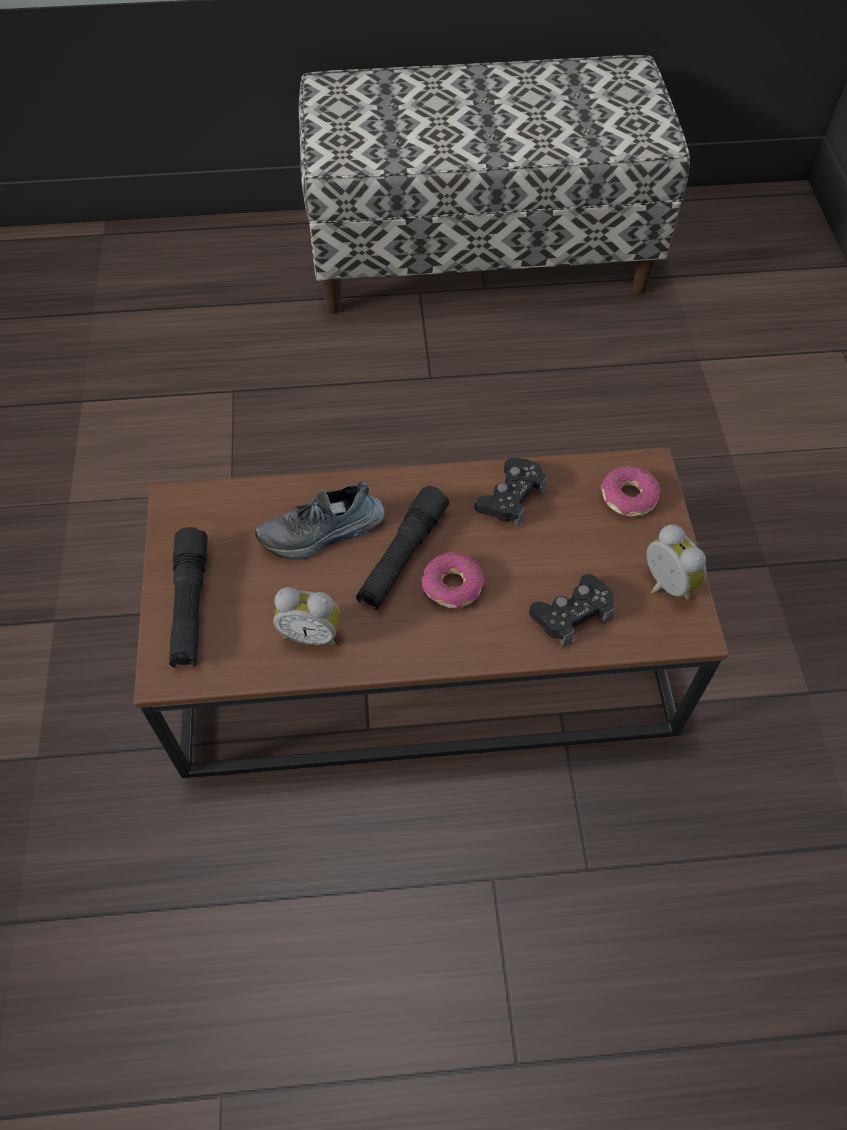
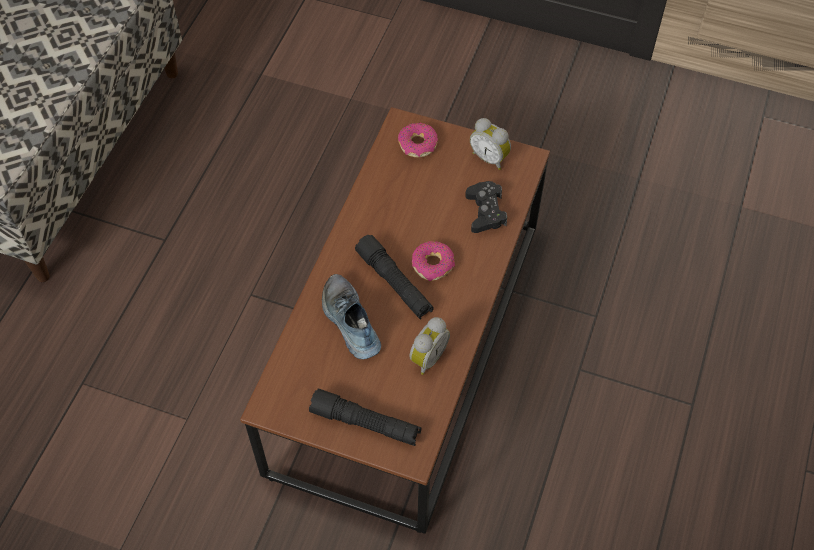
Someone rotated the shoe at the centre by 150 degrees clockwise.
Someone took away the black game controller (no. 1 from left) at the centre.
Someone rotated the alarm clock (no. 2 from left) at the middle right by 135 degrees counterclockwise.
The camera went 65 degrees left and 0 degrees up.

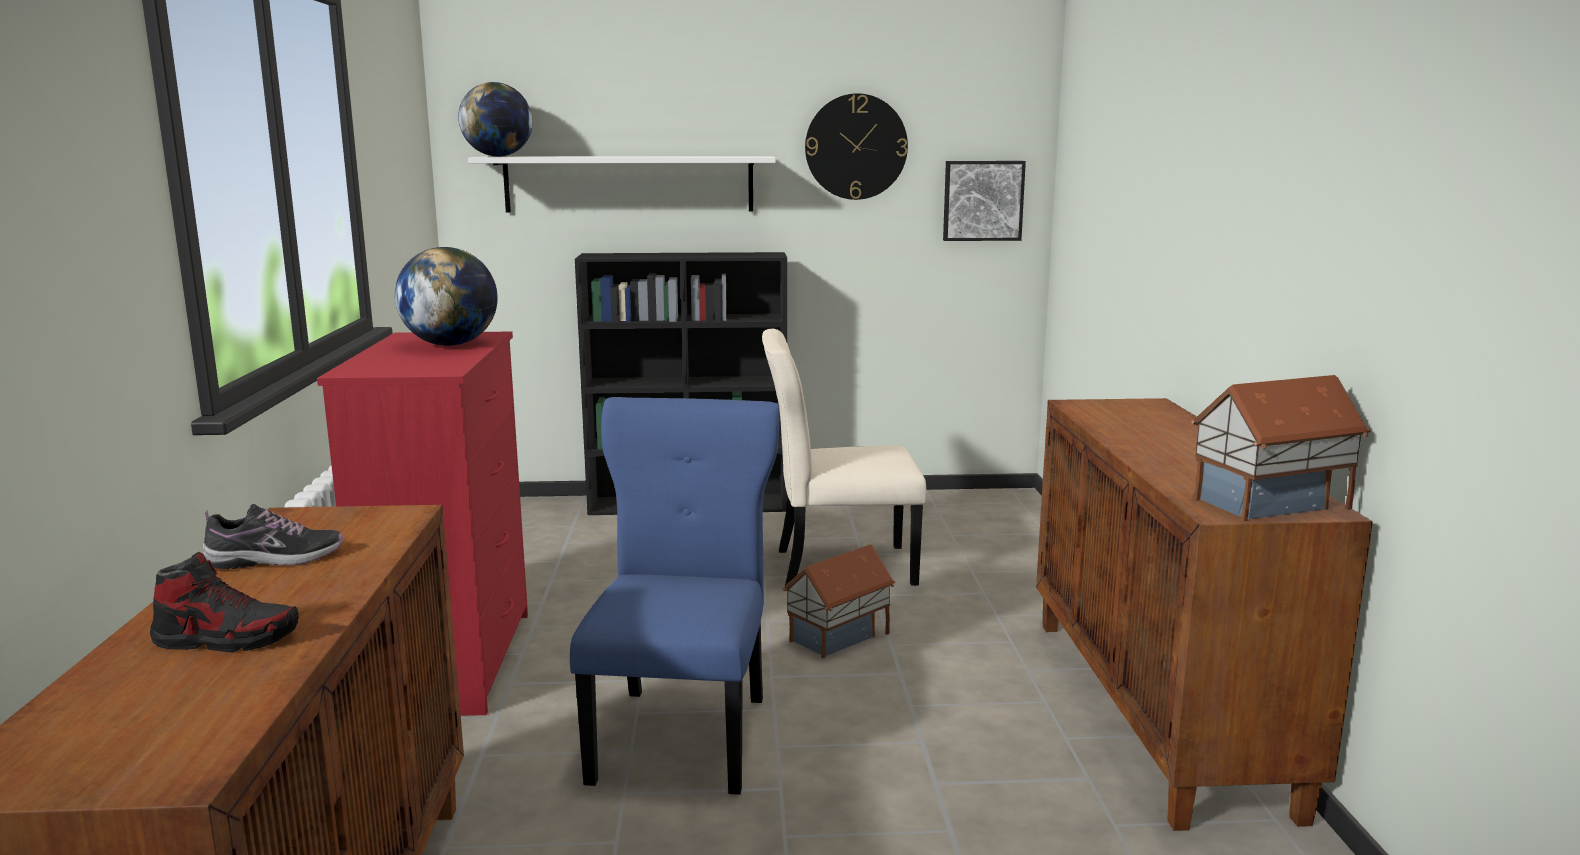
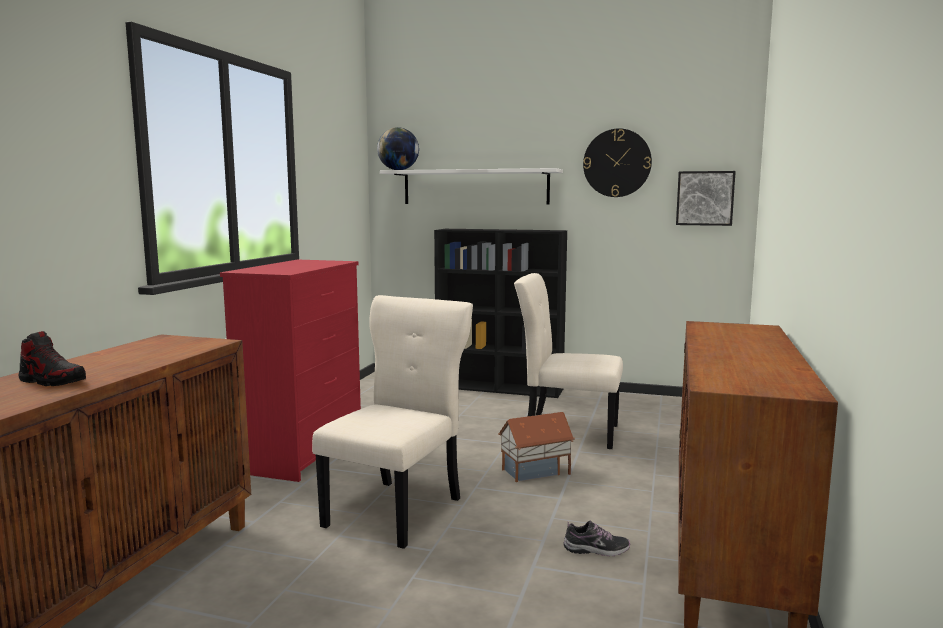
Someone carried the shoe (no. 2 from left) from the middle left to the bottom centre.
Someone took away the globe (no. 1 from left) at the middle left.
Someone repainted the blue chair at the bottom centre, which became the beige chair (no. 1 from left) at the bottom centre.
Someone took away the toy house (no. 2 from left) at the middle right.
The camera went 20 degrees right and 5 degrees down.

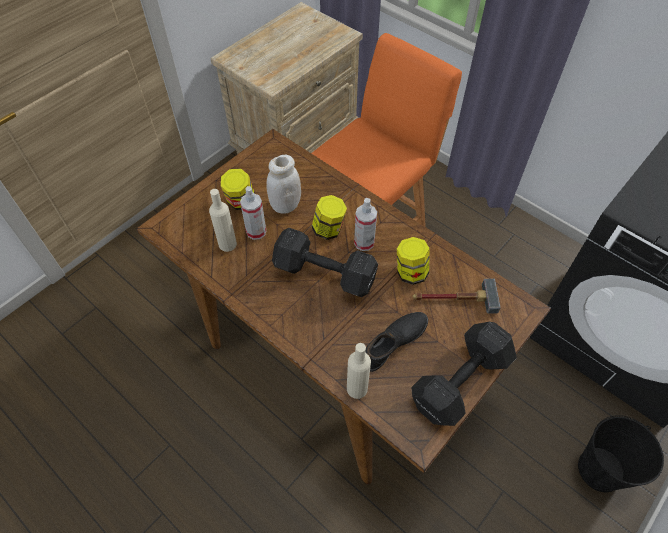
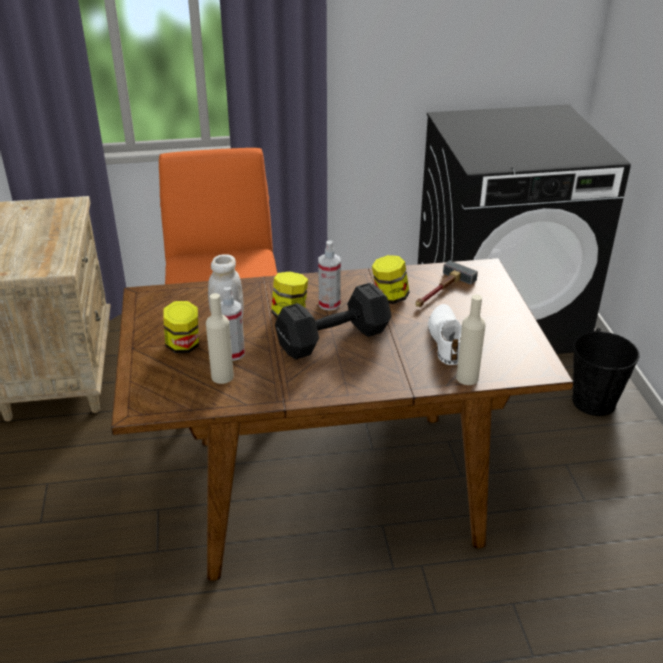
Someone repainted the black shoe at the centre, which became the white shoe at the middle right.
Someone took away the black dumbbell (no. 2 from left) at the bottom right.
The camera went 50 degrees left and 20 degrees down.

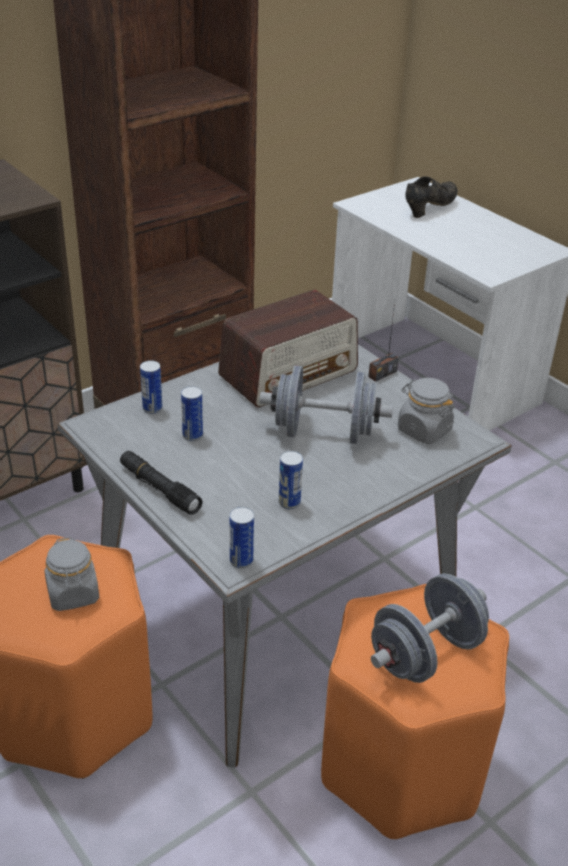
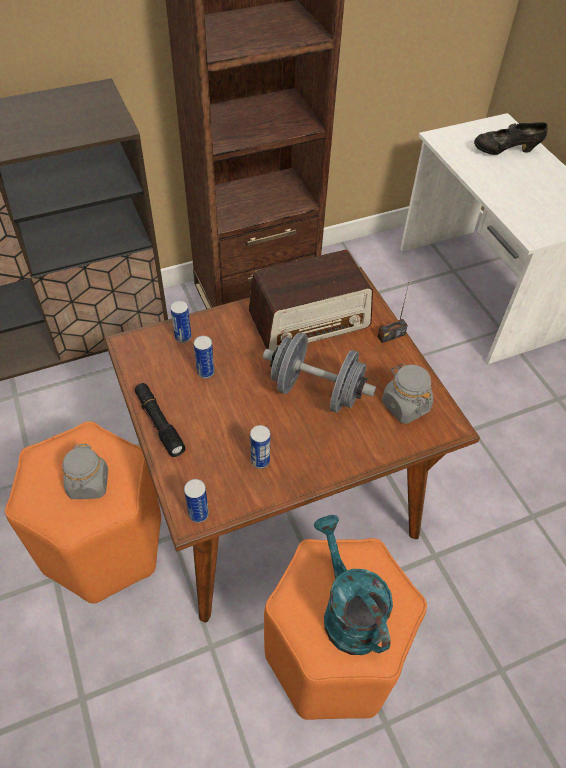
Someone repainted the grey dining table at the centre, which became the brown dining table at the centre.
Someone swapped the grey dumbbell (no. 2 from left) at the bottom right for the turquoise watering can at the bottom centre.
Someone rotated the black shoe at the top right by 150 degrees counterclockwise.
The camera went 15 degrees right and 15 degrees up.

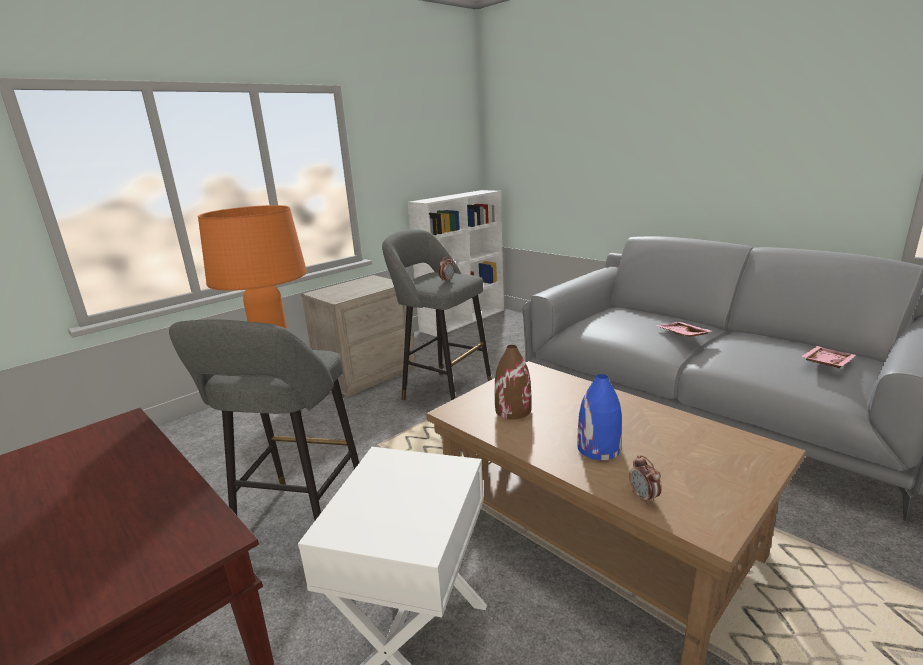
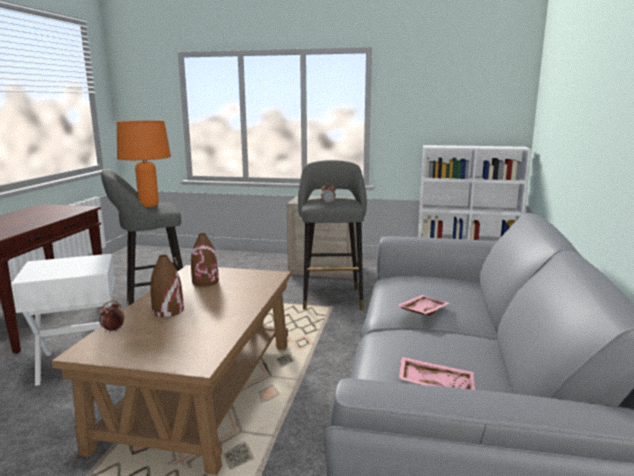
Someone repainted the blue vase at the centre, which became the brown vase (no. 1 from left) at the middle left.
The camera went 55 degrees right and 5 degrees down.

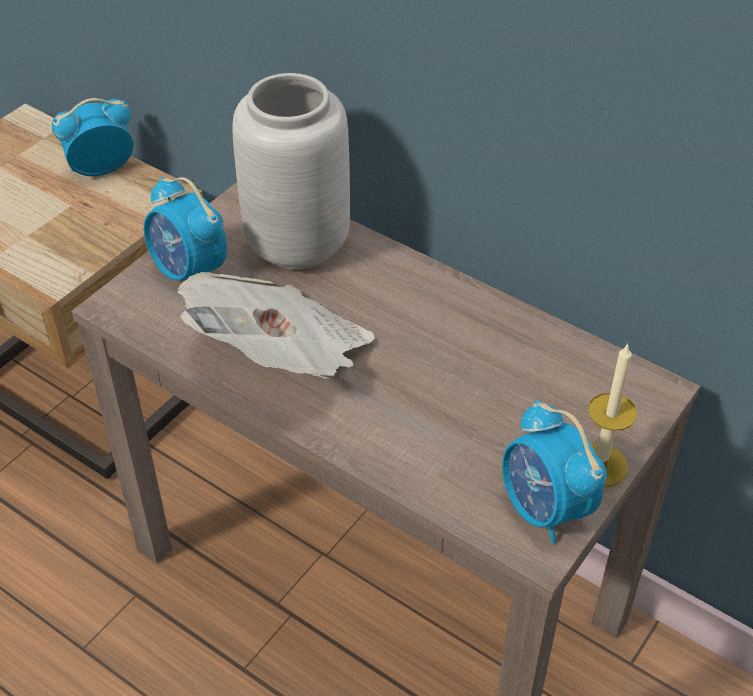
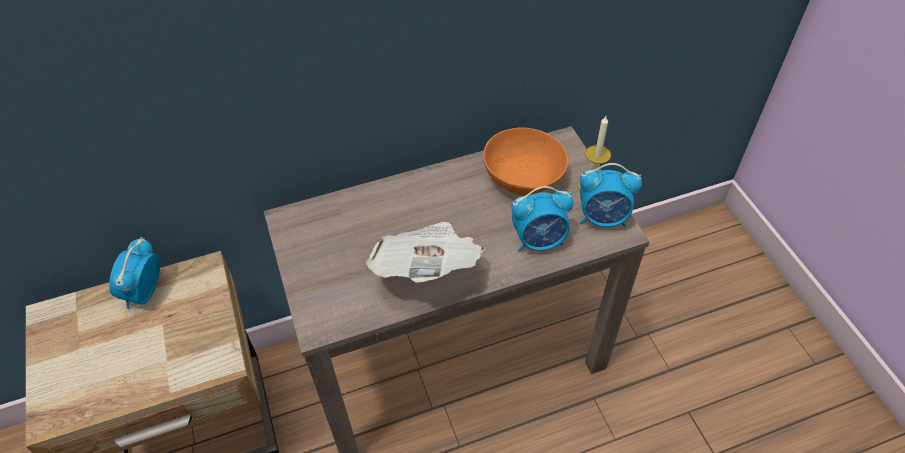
Someone carried the alarm clock (no. 2 from left) from the top left to the centre.
Someone took away the grey vase at the top centre.
Someone put down the orange bowl at the centre.
The camera went 55 degrees left and 5 degrees up.

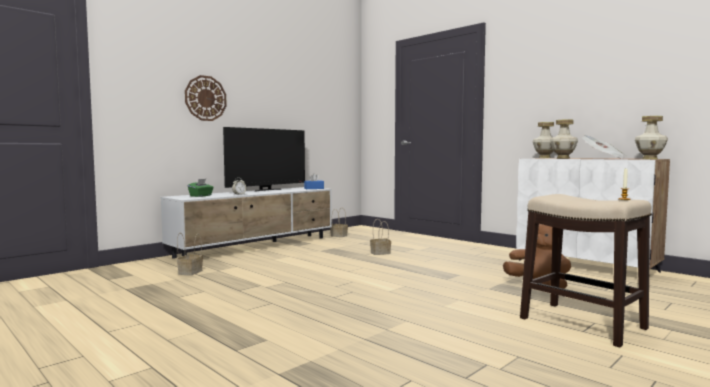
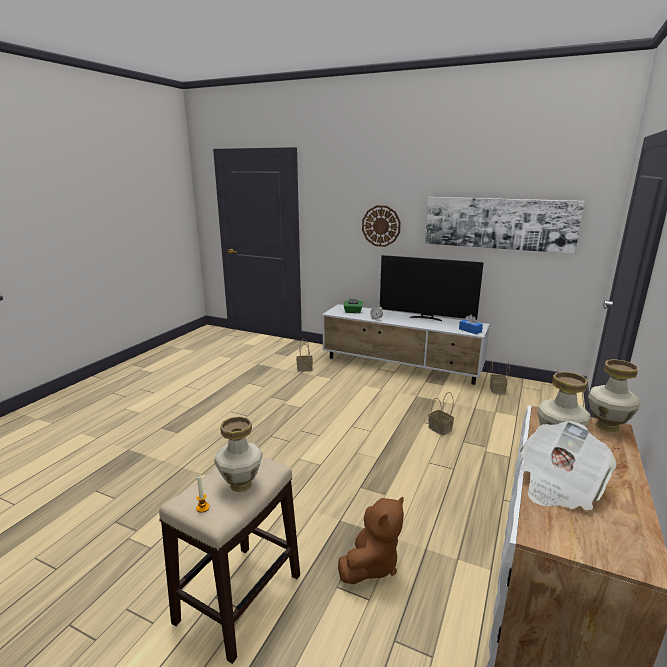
Someone carried the vase (no. 3 from left in the first image) from the middle right to the bottom centre.
Someone put up the picture at the middle right.
The camera went 70 degrees right and 15 degrees up.

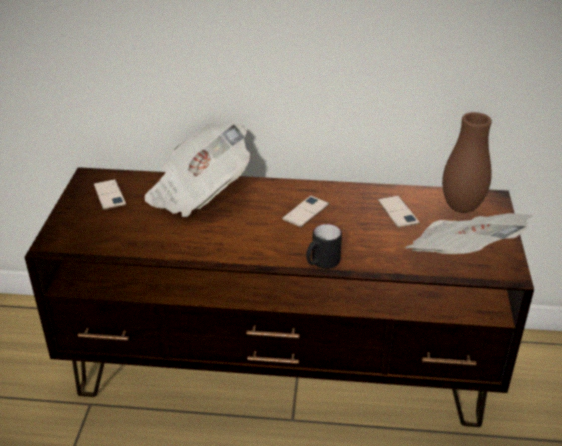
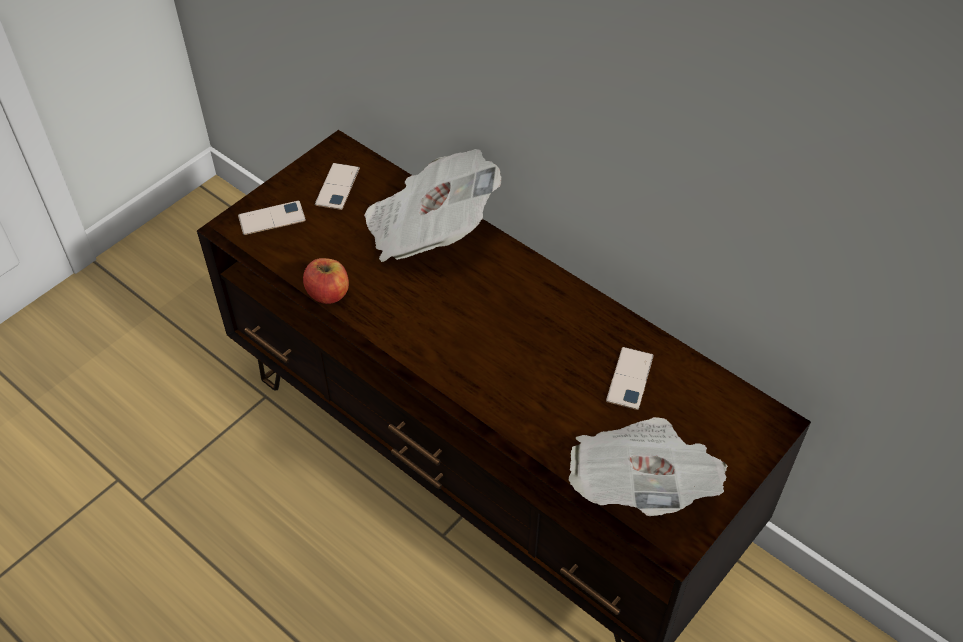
Someone carried the phone (no. 2 from left in the first image) from the centre to the middle left.
Someone took away the black mug at the centre.
Someone took away the brown vase at the middle right.
Someone put down the apple at the centre.
The camera went 35 degrees right and 15 degrees up.

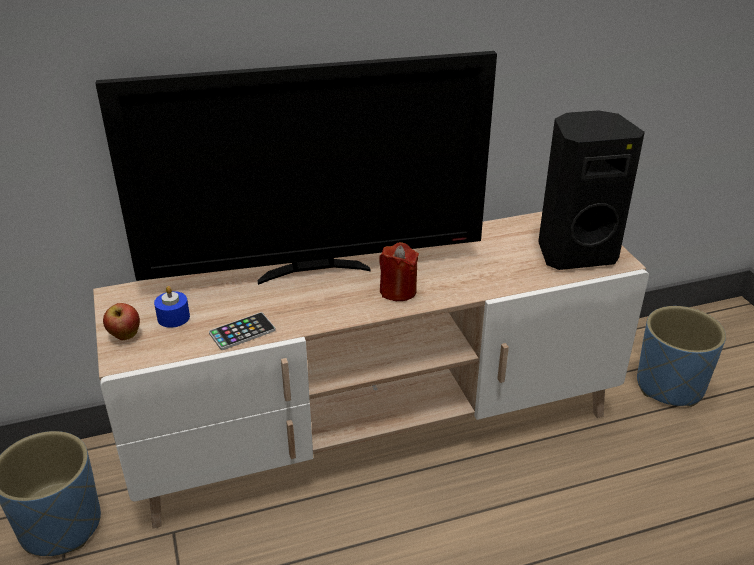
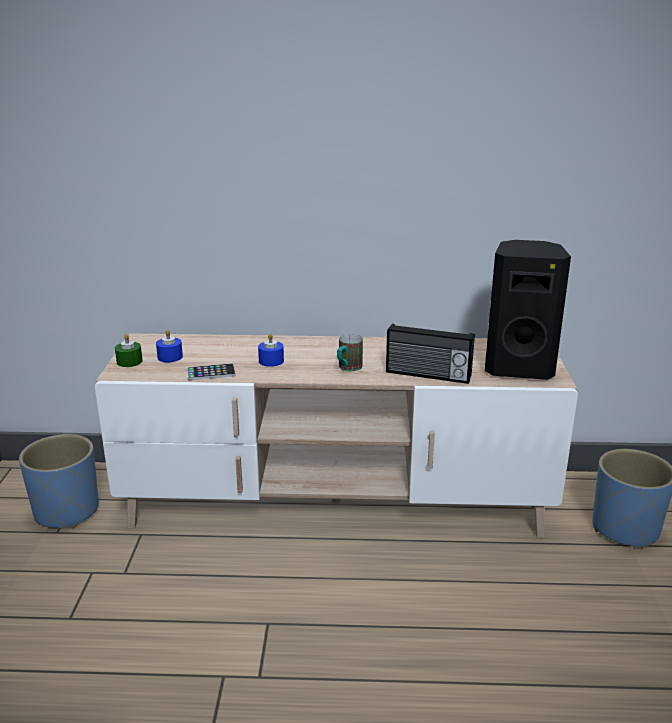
Someone took away the television at the top centre.
Someone swapped the apple at the middle left for the green candle at the middle left.
Someone swapped the red candle at the centre for the mug at the centre.
Someone put down the blue candle (no. 2 from left) at the centre.
Someone put down the radio at the centre.
The camera went 20 degrees right and 10 degrees down.

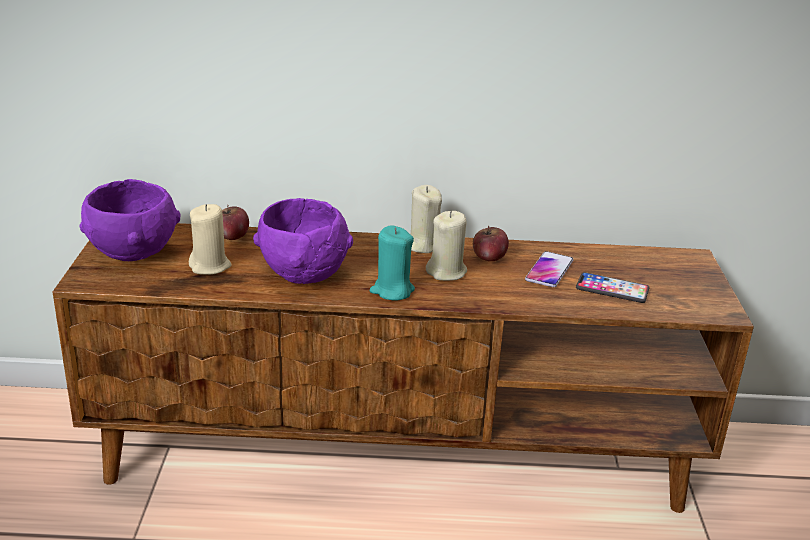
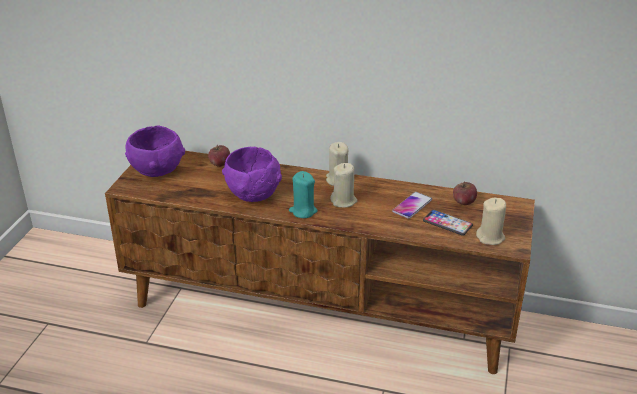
Someone carried the beige candle (no. 1 from left in the first image) from the middle left to the middle right.
Someone carried the apple (no. 2 from left) from the centre to the middle right.
The camera went 15 degrees right and 5 degrees up.

